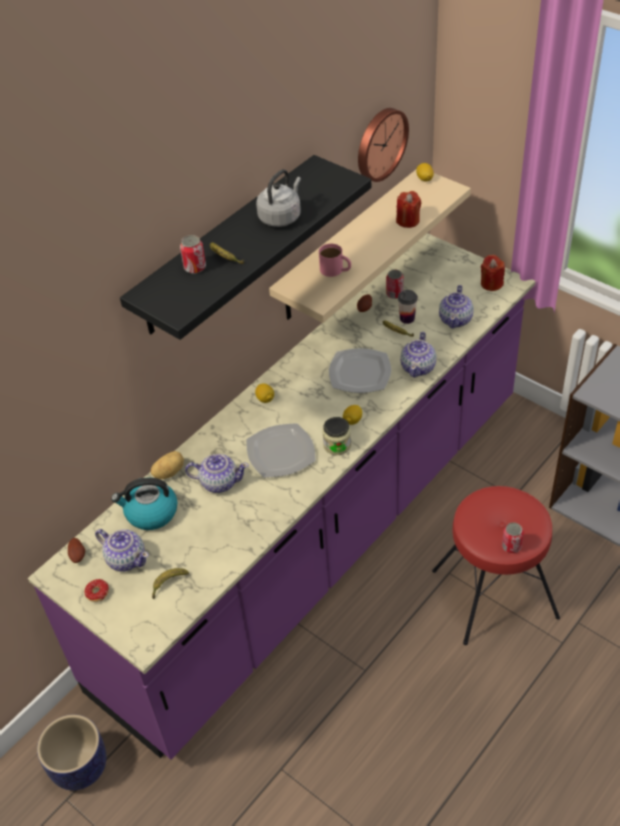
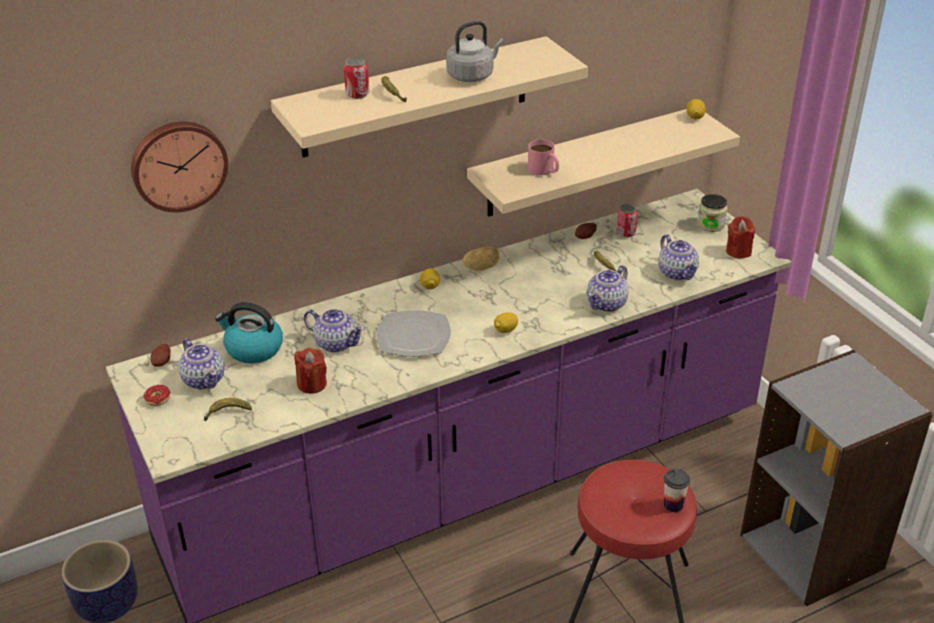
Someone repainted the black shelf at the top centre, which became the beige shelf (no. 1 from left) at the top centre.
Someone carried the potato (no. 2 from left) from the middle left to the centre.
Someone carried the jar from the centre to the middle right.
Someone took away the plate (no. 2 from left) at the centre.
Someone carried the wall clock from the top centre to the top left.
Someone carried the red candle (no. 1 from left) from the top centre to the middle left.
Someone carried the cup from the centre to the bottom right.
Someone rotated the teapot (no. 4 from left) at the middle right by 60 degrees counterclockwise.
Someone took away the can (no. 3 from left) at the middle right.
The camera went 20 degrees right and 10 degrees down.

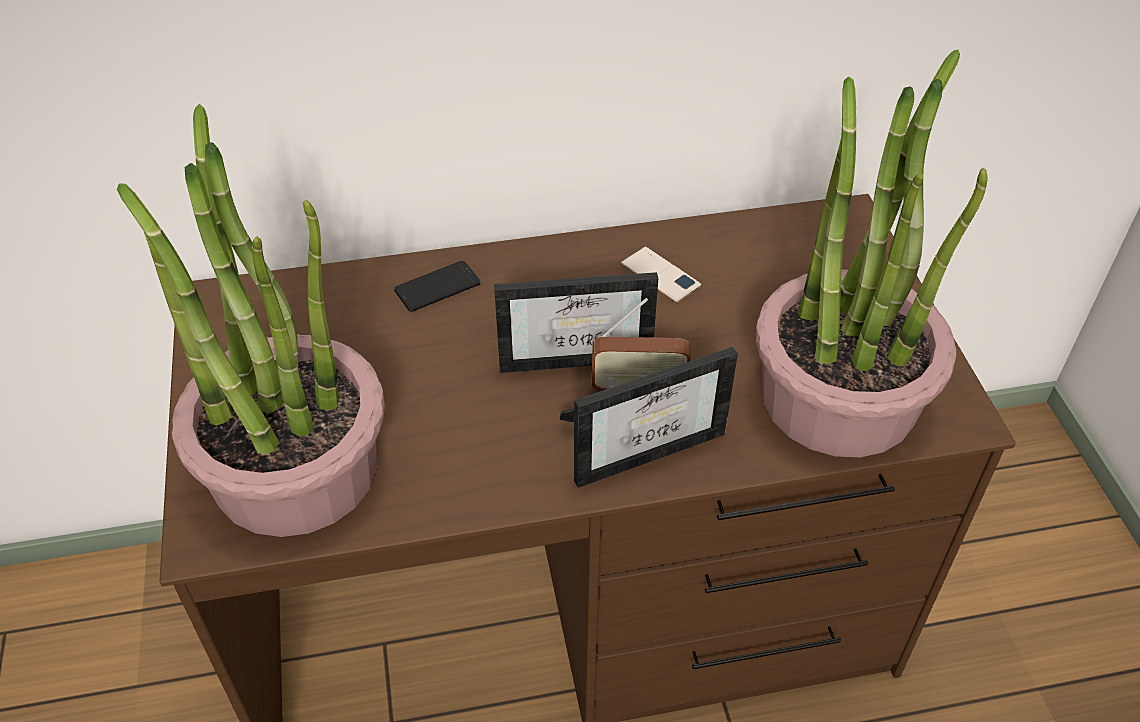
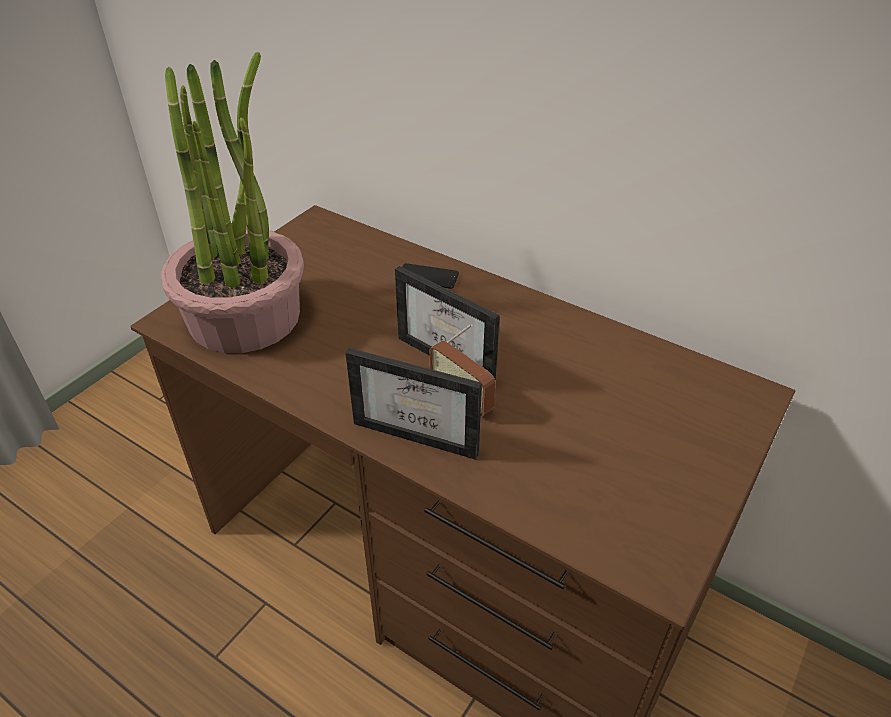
Someone took away the phone (no. 2 from left) at the centre.
Someone took away the potted plant (no. 2 from left) at the middle right.
The camera went 45 degrees right and 5 degrees down.

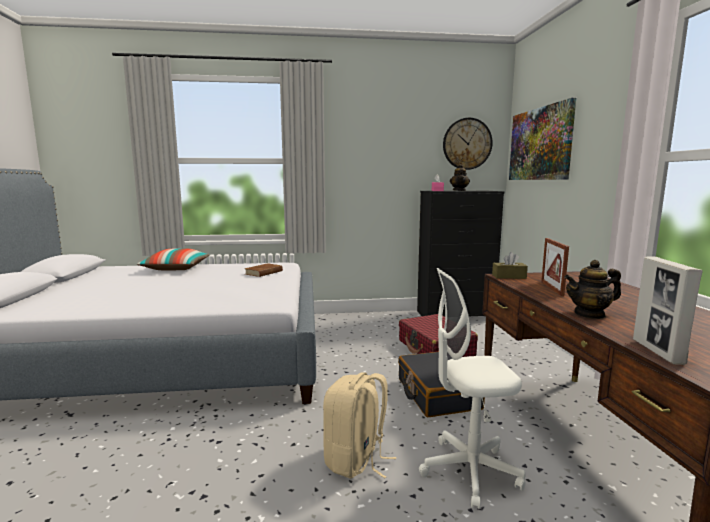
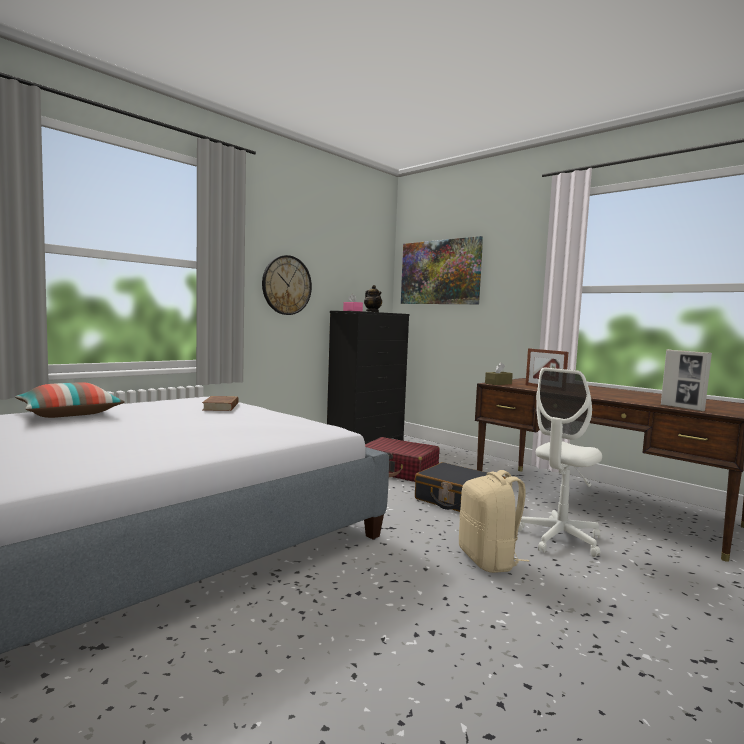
Someone carried the wall clock from the top centre to the centre.
Someone took away the teapot (no. 2 from left) at the middle right.
The camera went 40 degrees left and 5 degrees down.

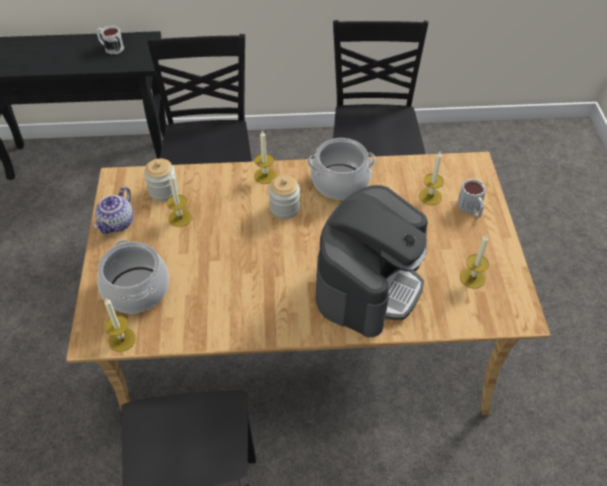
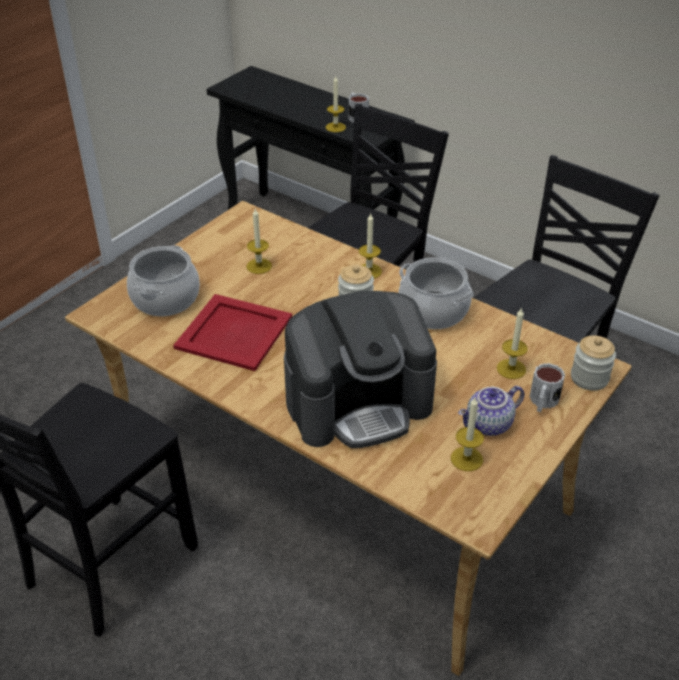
Someone carried the teapot from the middle left to the middle right.
Someone carried the candle (no. 1 from left in the first image) from the bottom left to the top centre.
Someone carried the jar (no. 1 from left in the first image) from the middle left to the middle right.
Someone put down the red tray at the centre.
The camera went 40 degrees right and 10 degrees down.

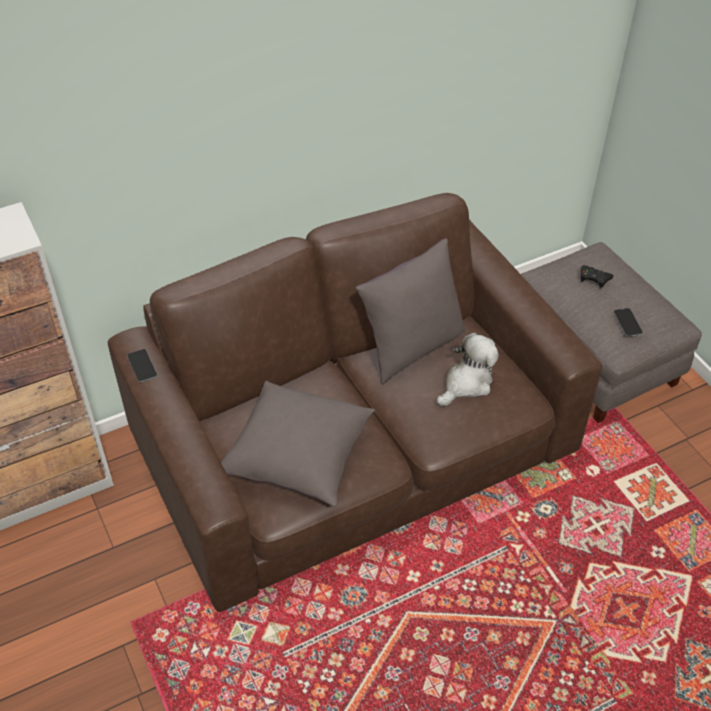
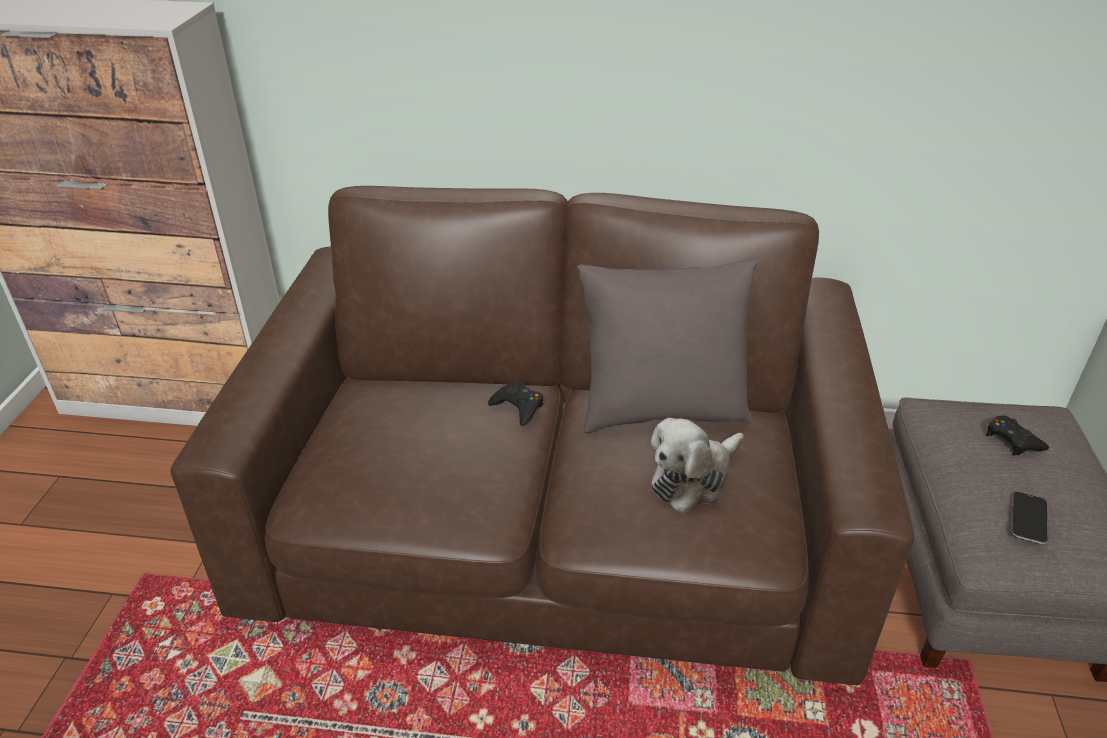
Someone took away the phone (no. 1 from left) at the middle left.
Someone took away the grey pillow (no. 1 from left) at the centre.
Someone rotated the plush toy at the centre by 150 degrees clockwise.
Someone put down the black game controller (no. 1 from left) at the centre.
The camera went 35 degrees right and 10 degrees down.

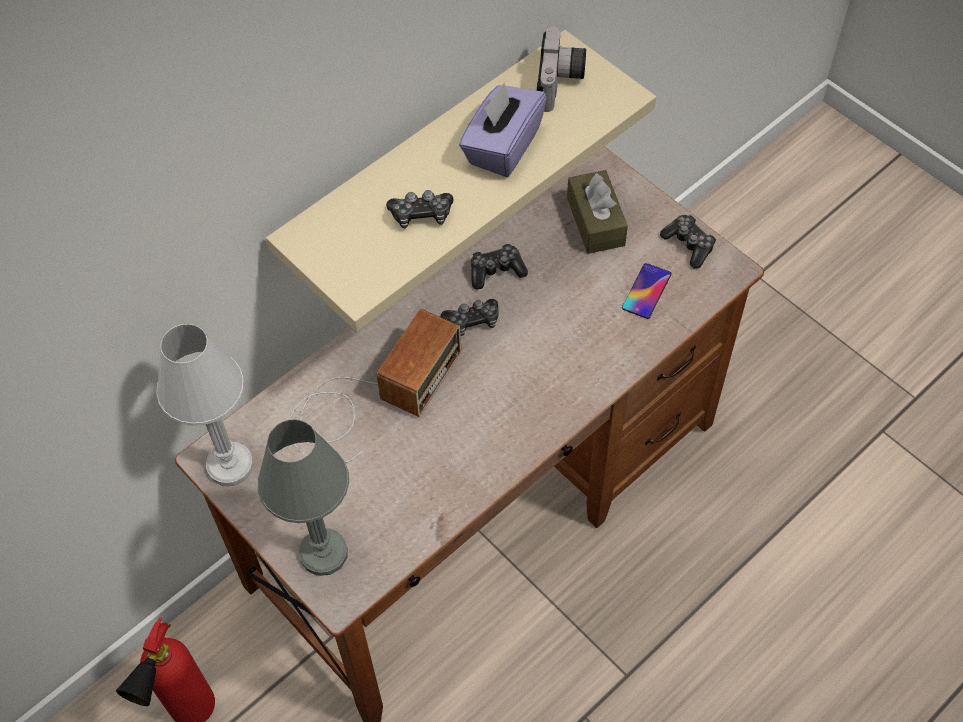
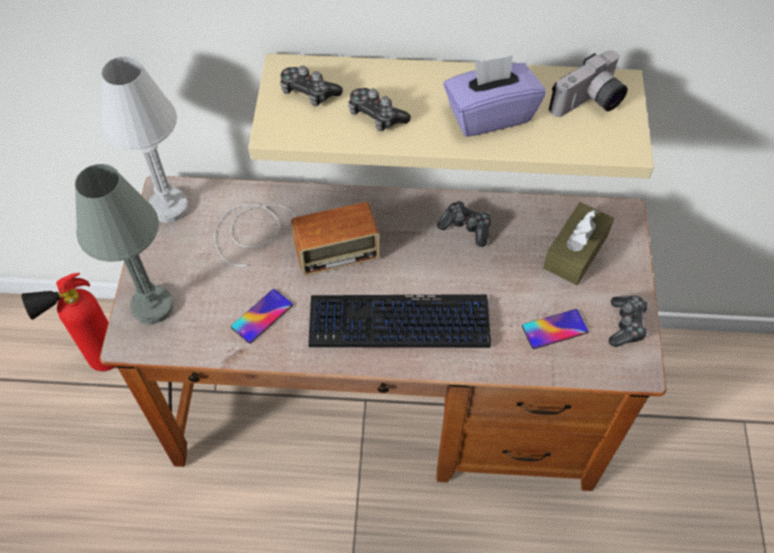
Someone carried the game controller (no. 2 from left in the first image) from the centre to the top centre.
Someone put down the phone (no. 1 from left) at the centre.
Someone put down the keyboard at the centre.
The camera went 45 degrees right and 0 degrees up.

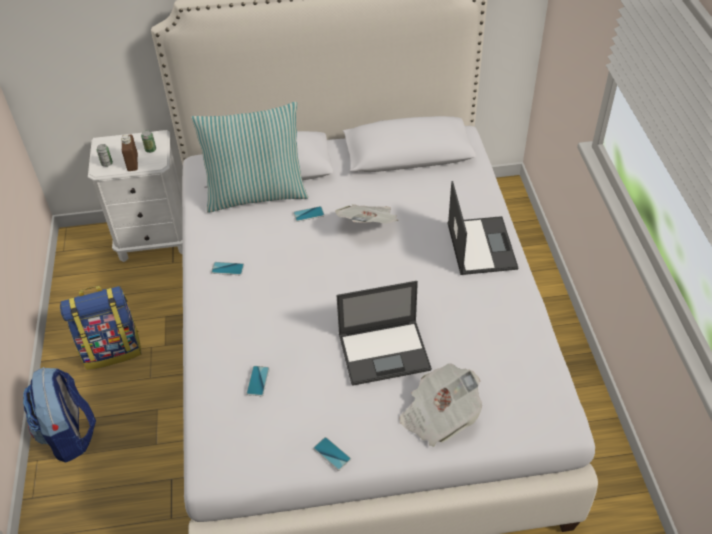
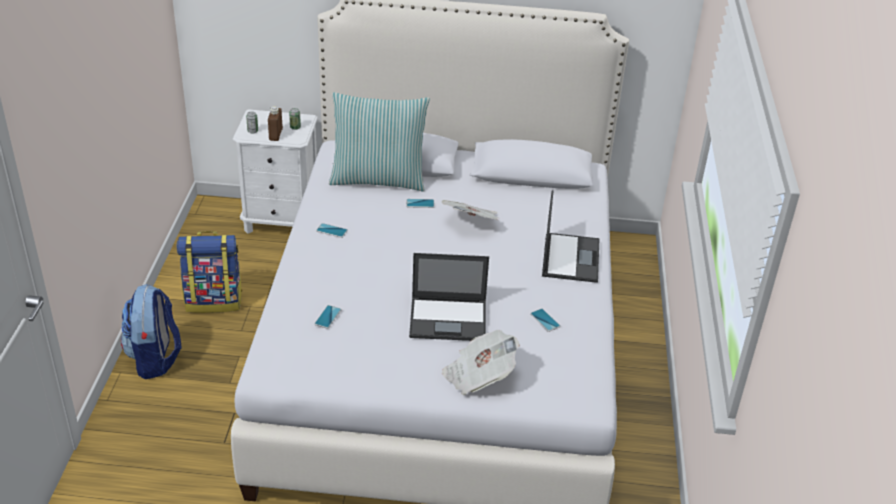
Someone carried the phone (no. 4 from left) from the bottom centre to the centre.
The camera went 10 degrees right and 10 degrees down.

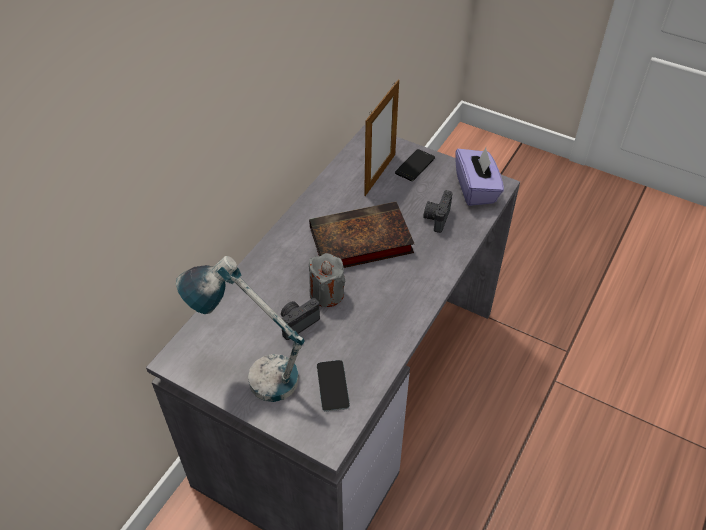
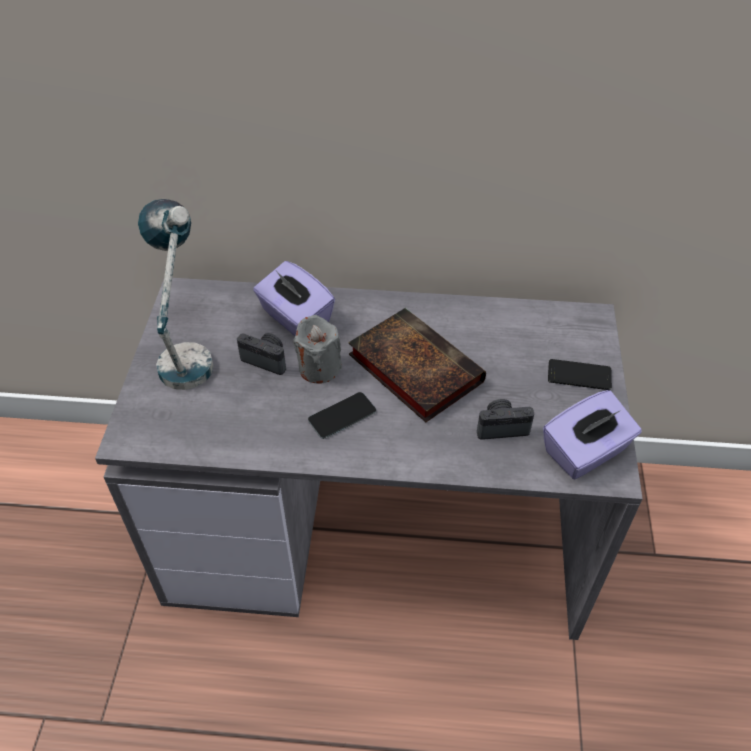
Someone carried the phone (no. 1 from left) from the bottom centre to the centre.
Someone took away the picture frame at the top centre.
Someone put down the purple tissue box (no. 1 from left) at the centre.
The camera went 65 degrees right and 0 degrees up.

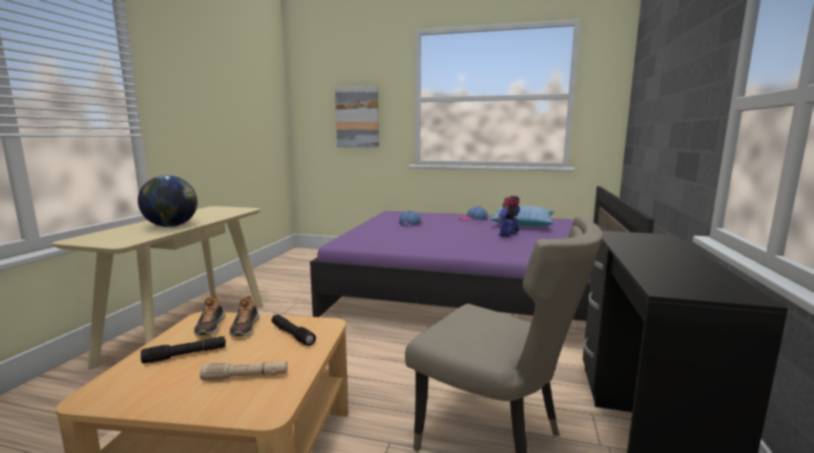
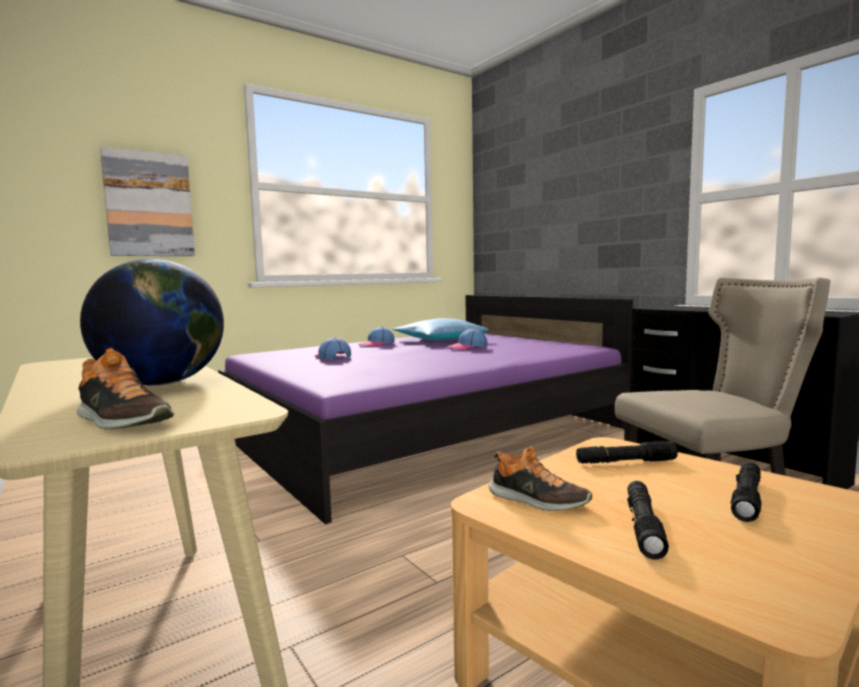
Someone repainted the beige flashlight at the bottom left, which became the black flashlight (no. 3 from left) at the bottom right.
Someone carried the shoe (no. 2 from left in the first image) from the bottom left to the middle left.
Someone swapped the toy robot at the centre for the cap (no. 3 from left) at the centre.
The camera went 50 degrees left and 5 degrees down.

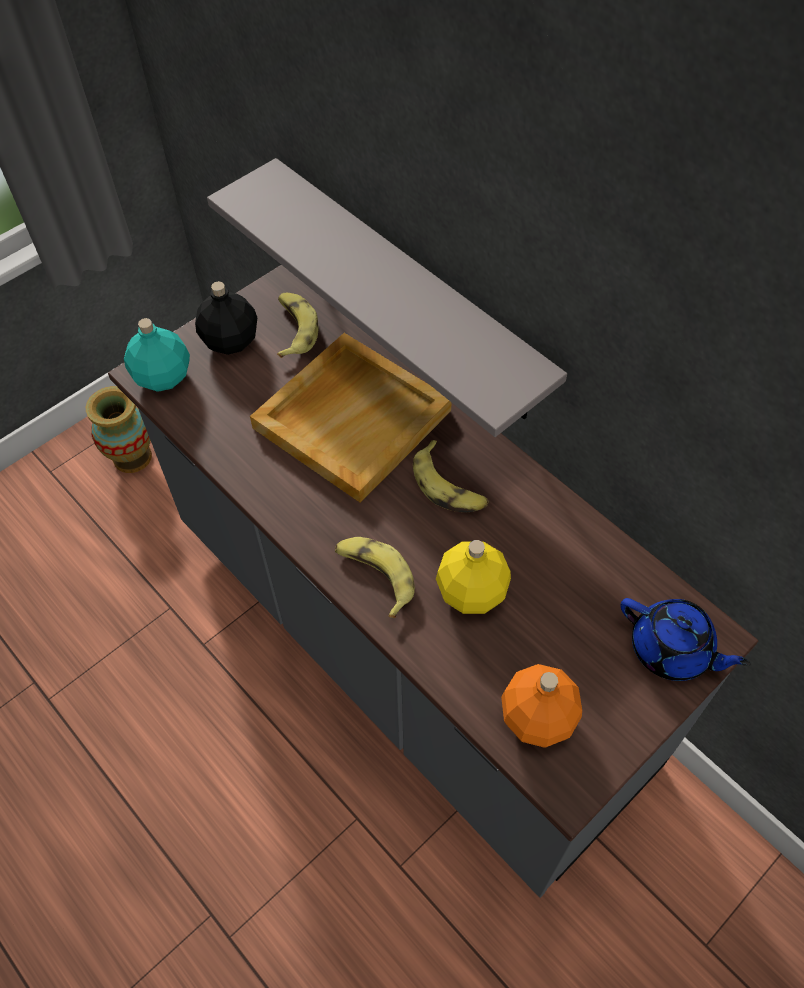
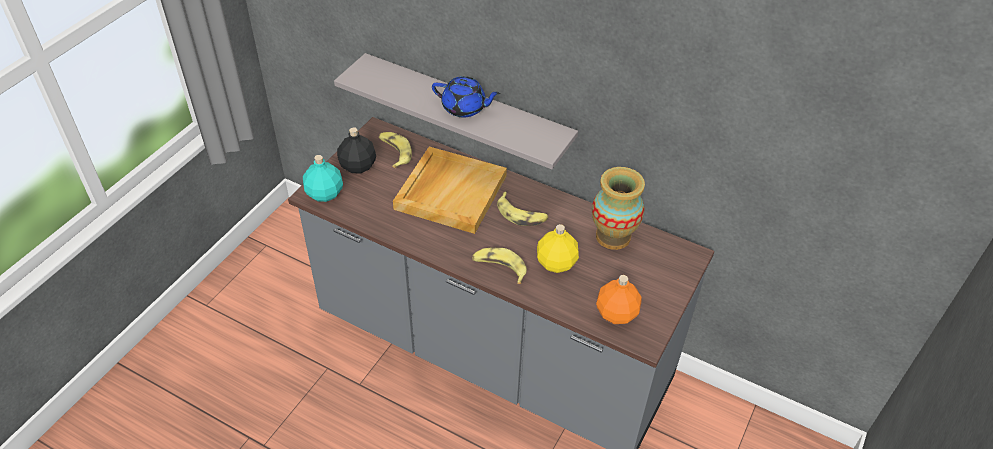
Someone carried the vase from the middle left to the centre.
Someone carried the blue teapot from the middle right to the top centre.
The camera went 20 degrees left and 10 degrees down.

